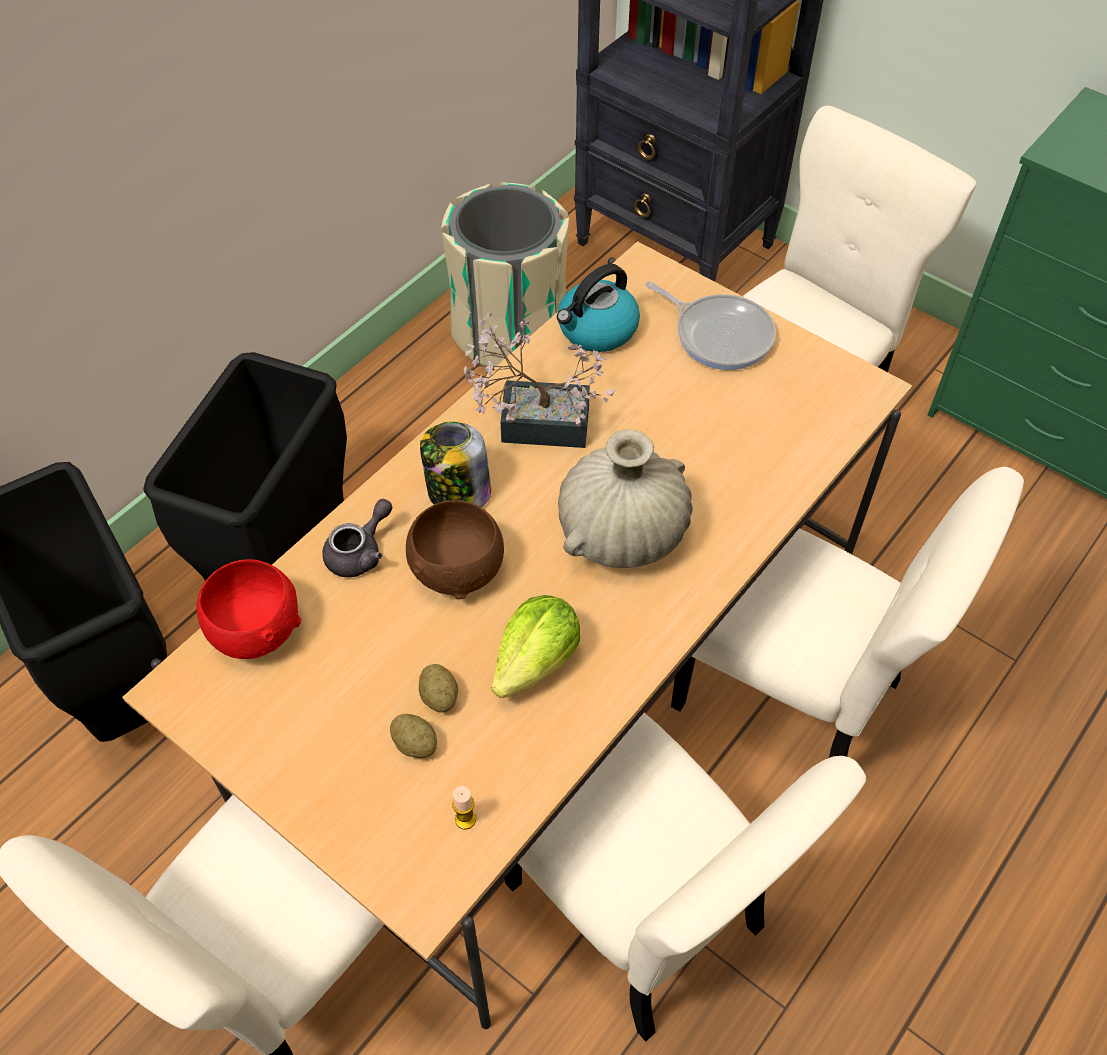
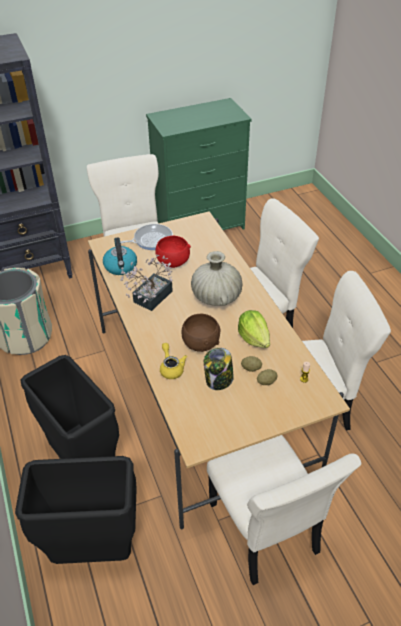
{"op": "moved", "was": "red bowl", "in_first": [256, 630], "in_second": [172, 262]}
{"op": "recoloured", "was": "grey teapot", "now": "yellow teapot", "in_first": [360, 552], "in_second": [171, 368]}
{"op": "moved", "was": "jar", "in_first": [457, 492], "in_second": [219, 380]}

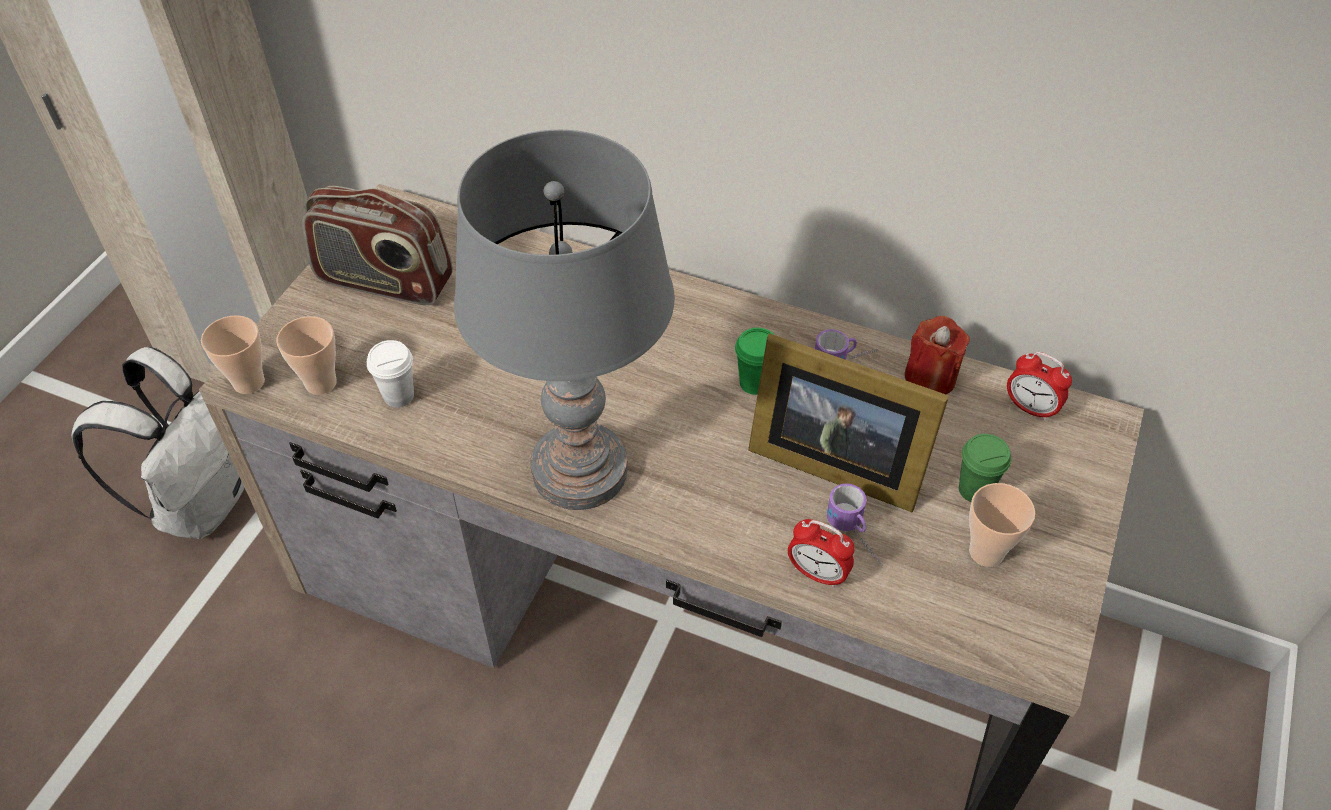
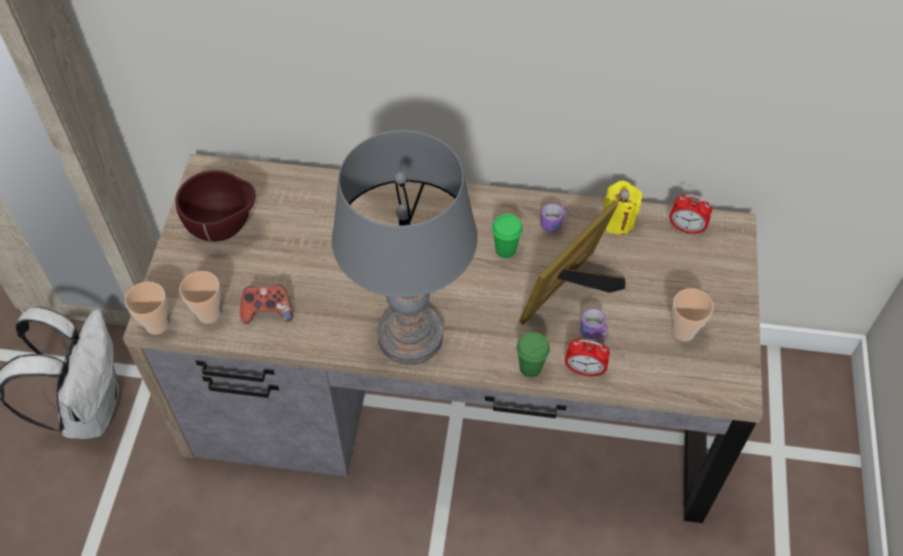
{"op": "replaced", "was": "radio", "now": "brown bowl", "in_first": [384, 281], "in_second": [224, 229]}
{"op": "replaced", "was": "white cup", "now": "game controller", "in_first": [399, 396], "in_second": [268, 311]}
{"op": "turned", "was": "picture frame", "in_first": [832, 460], "in_second": [571, 292], "clockwise": 120}
{"op": "recoloured", "was": "red candle", "now": "yellow candle", "in_first": [930, 378], "in_second": [617, 221]}
{"op": "moved", "was": "green cup", "in_first": [974, 490], "in_second": [530, 367]}

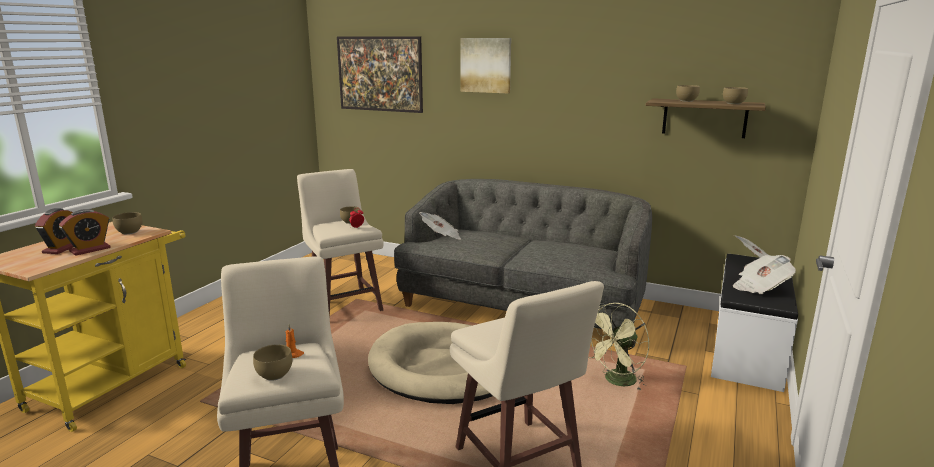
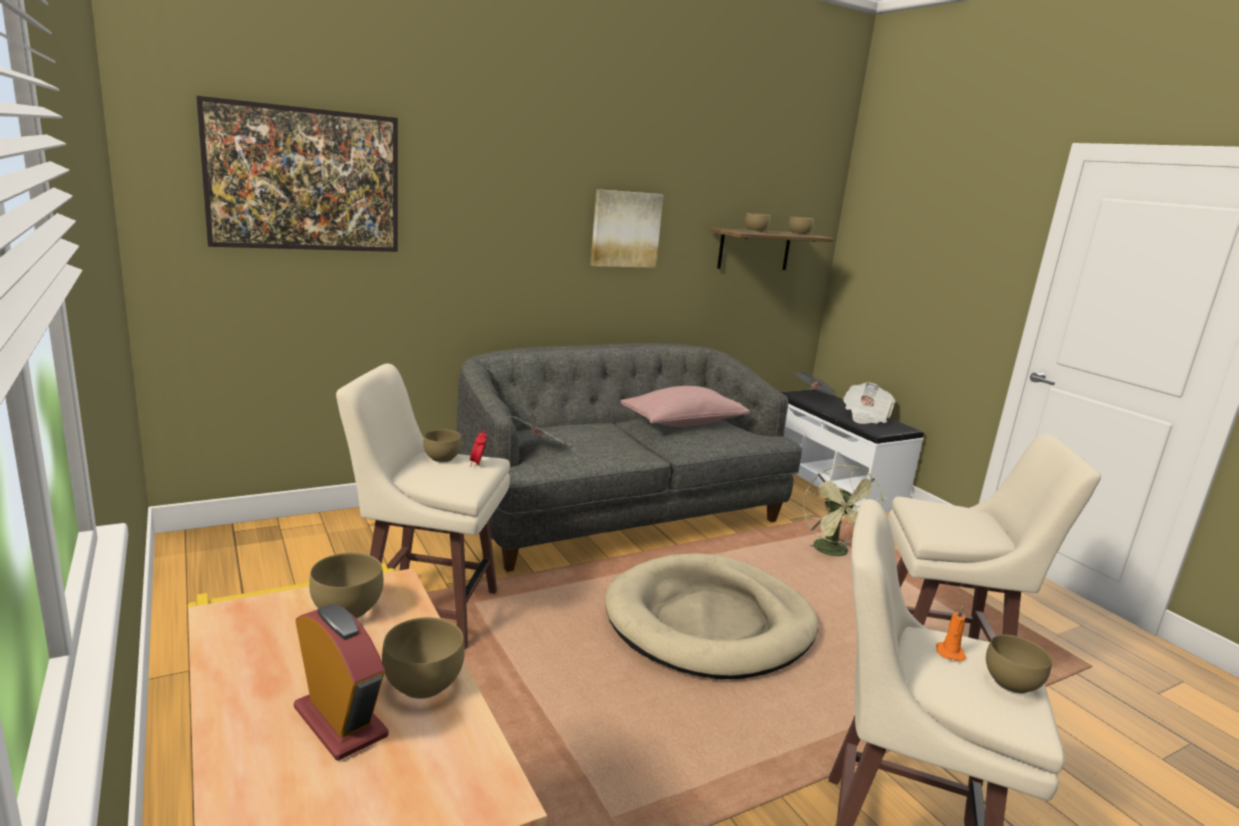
{"op": "replaced", "was": "alarm clock", "now": "brown bowl", "in_first": [90, 250], "in_second": [421, 683]}
{"op": "moved", "was": "picture", "in_first": [486, 65], "in_second": [625, 229]}
{"op": "added", "now": "pink pillow", "in_second": [683, 423]}

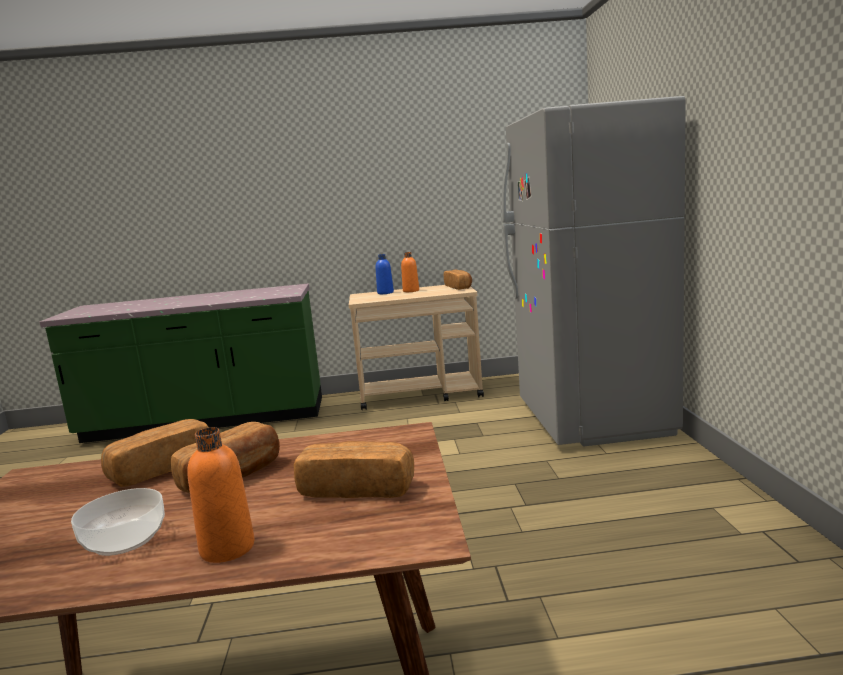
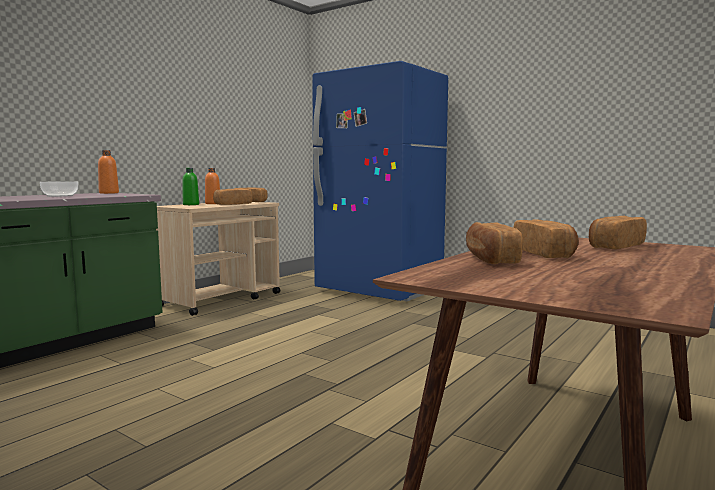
{"op": "moved", "was": "bowl", "in_first": [125, 539], "in_second": [60, 196]}
{"op": "moved", "was": "orange bottle", "in_first": [227, 548], "in_second": [109, 193]}
{"op": "recoloured", "was": "blue bottle", "now": "green bottle", "in_first": [385, 293], "in_second": [191, 204]}
{"op": "recoloured", "was": "grey fridge", "now": "blue fridge", "in_first": [593, 419], "in_second": [379, 291]}
{"op": "added", "now": "bread", "in_second": [232, 204]}

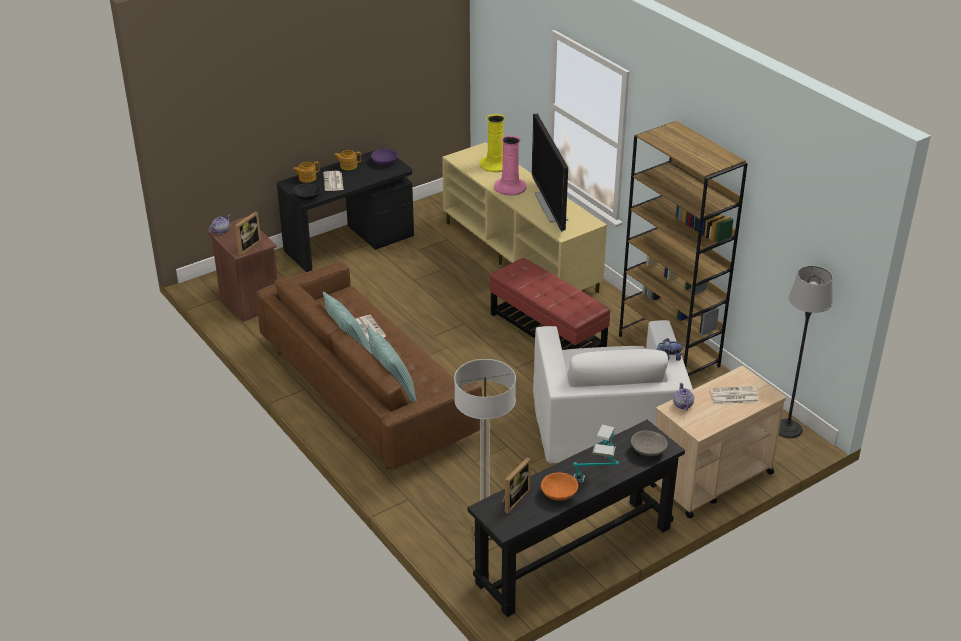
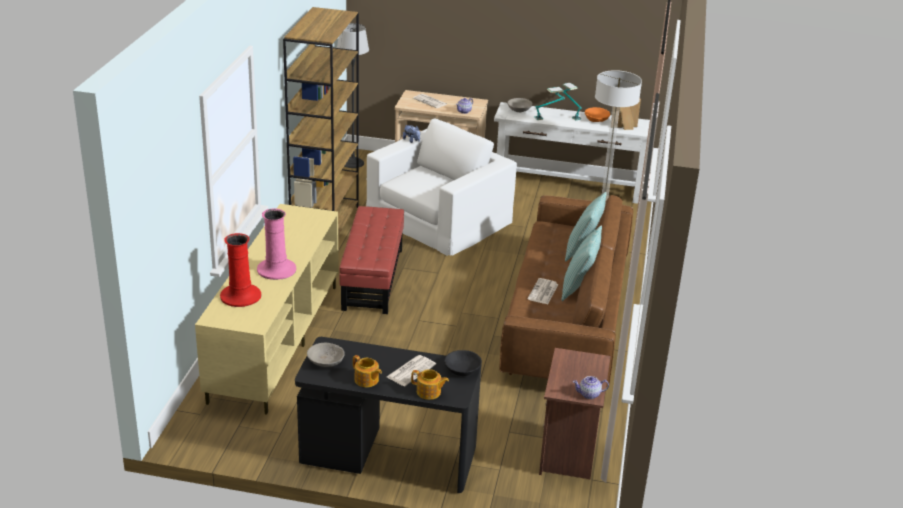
{"op": "removed", "was": "picture frame", "in_first": [247, 246]}
{"op": "recoloured", "was": "purple bowl", "now": "grey bowl", "in_first": [384, 162], "in_second": [325, 362]}
{"op": "recoloured", "was": "black console table", "now": "white console table", "in_first": [574, 555], "in_second": [568, 186]}
{"op": "recoloured", "was": "yellow vase", "now": "red vase", "in_first": [495, 165], "in_second": [241, 296]}
{"op": "removed", "was": "television", "in_first": [550, 207]}

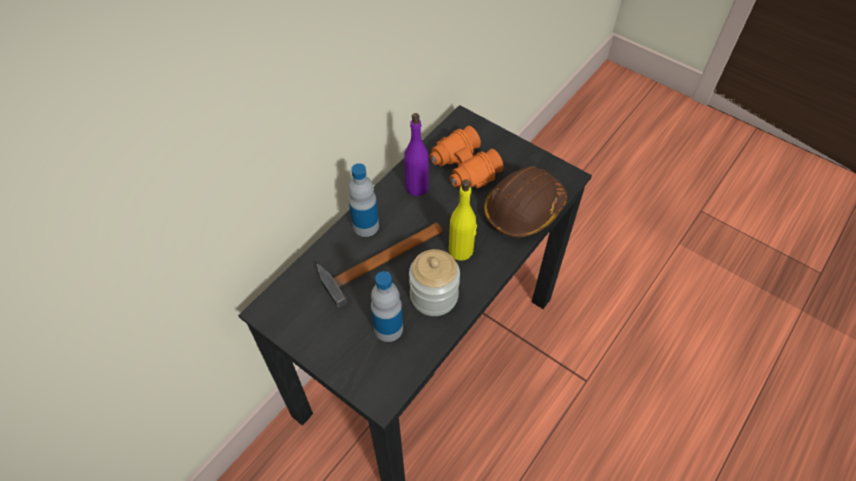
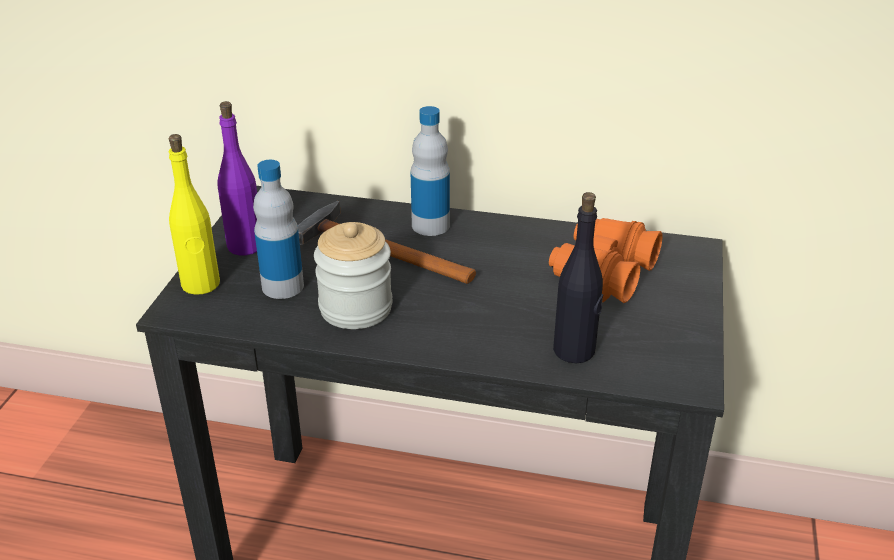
{"op": "moved", "was": "purple bottle", "in_first": [416, 187], "in_second": [245, 245]}
{"op": "moved", "was": "yellow bottle", "in_first": [461, 250], "in_second": [200, 284]}
{"op": "replaced", "was": "brown hard hat", "now": "black bottle", "in_first": [523, 210], "in_second": [574, 350]}

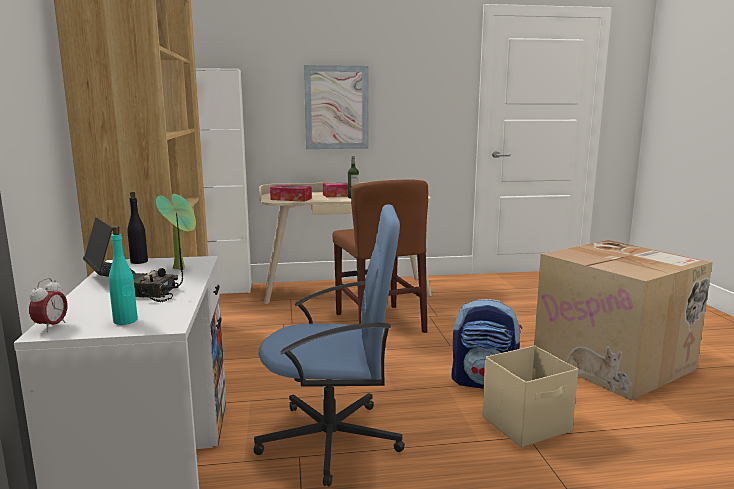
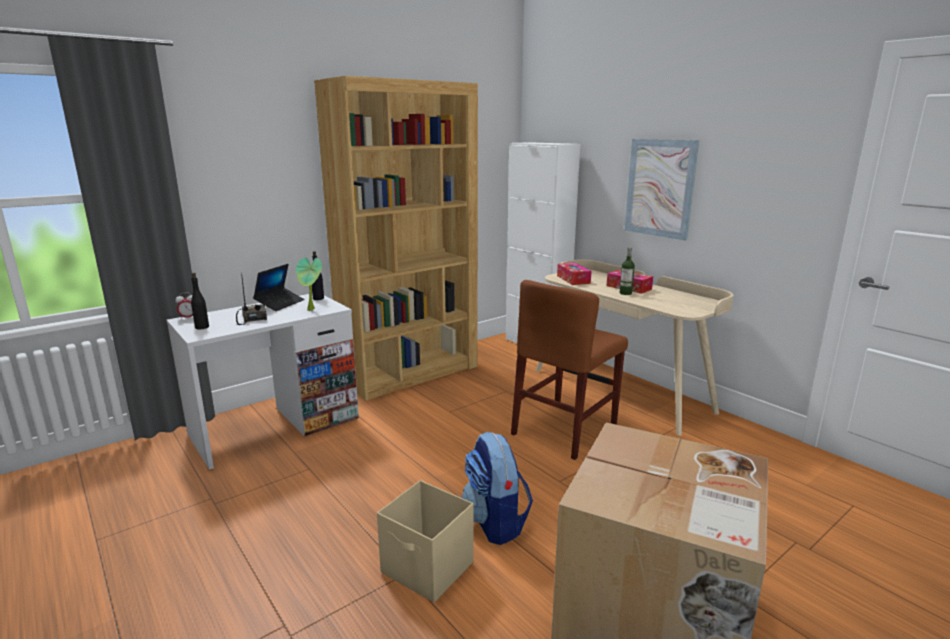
{"op": "recoloured", "was": "turquoise bottle", "now": "black bottle", "in_first": [125, 321], "in_second": [202, 327]}
{"op": "removed", "was": "blue office chair", "in_first": [332, 440]}

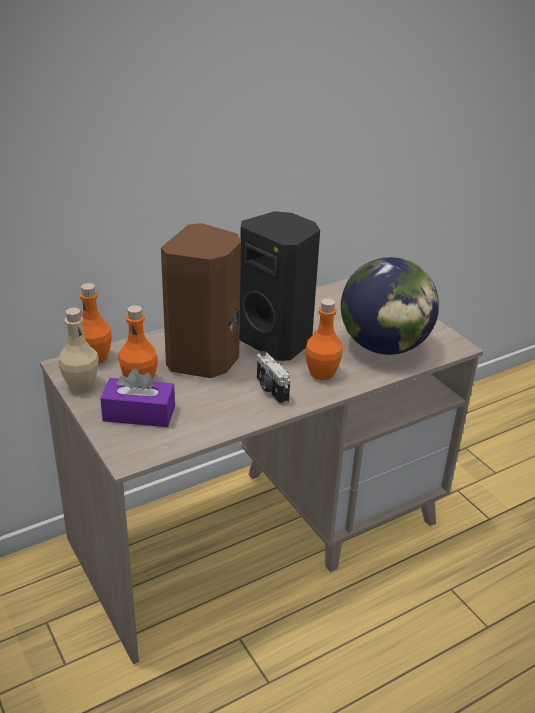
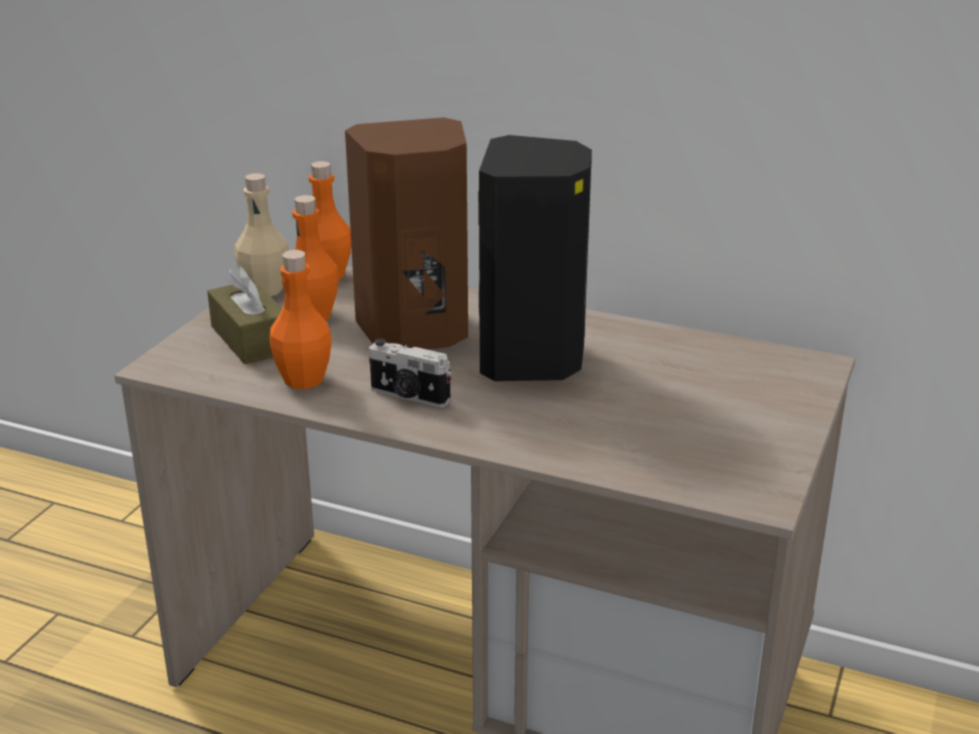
{"op": "recoloured", "was": "purple tissue box", "now": "brown tissue box", "in_first": [139, 413], "in_second": [251, 339]}
{"op": "turned", "was": "photo camera", "in_first": [270, 390], "in_second": [409, 396], "clockwise": -90}
{"op": "moved", "was": "orange bottle", "in_first": [322, 373], "in_second": [303, 380]}
{"op": "removed", "was": "globe", "in_first": [383, 346]}

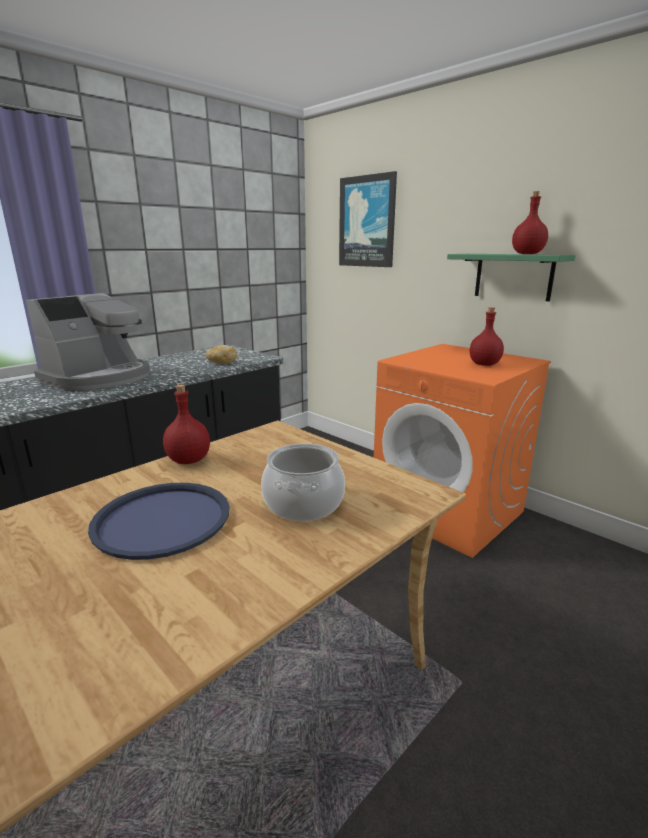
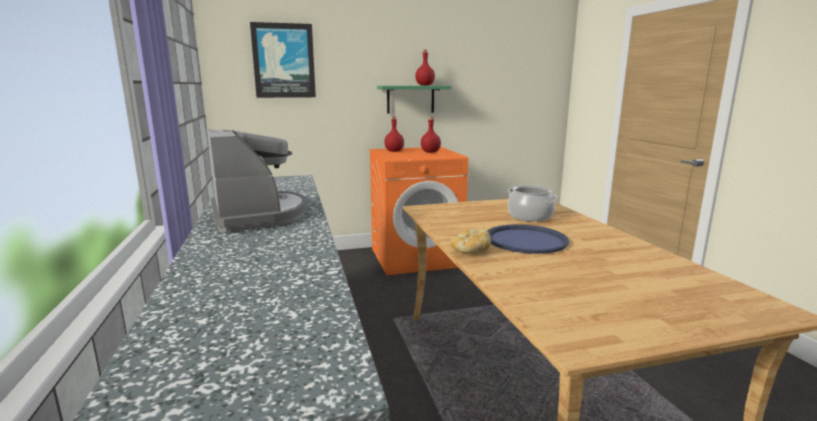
{"op": "moved", "was": "red bottle", "in_first": [189, 460], "in_second": [394, 151]}
{"op": "moved", "was": "bread", "in_first": [221, 362], "in_second": [471, 252]}

